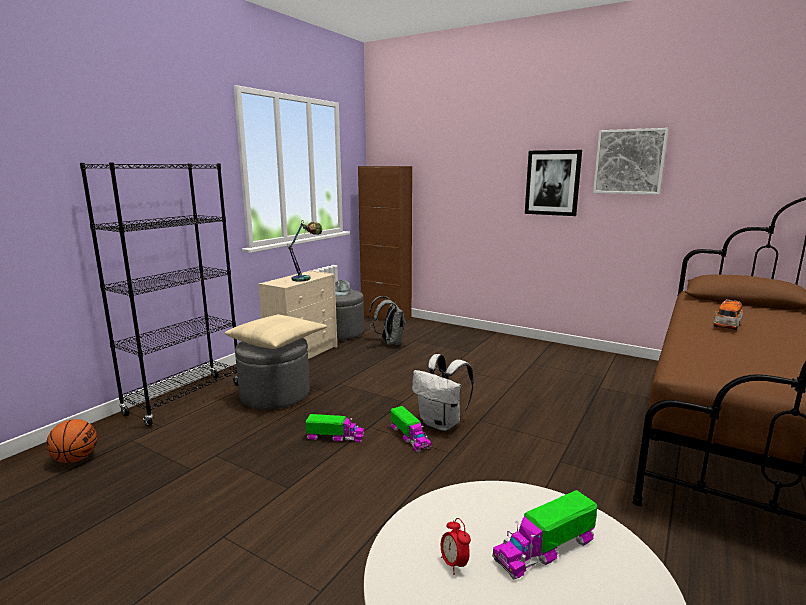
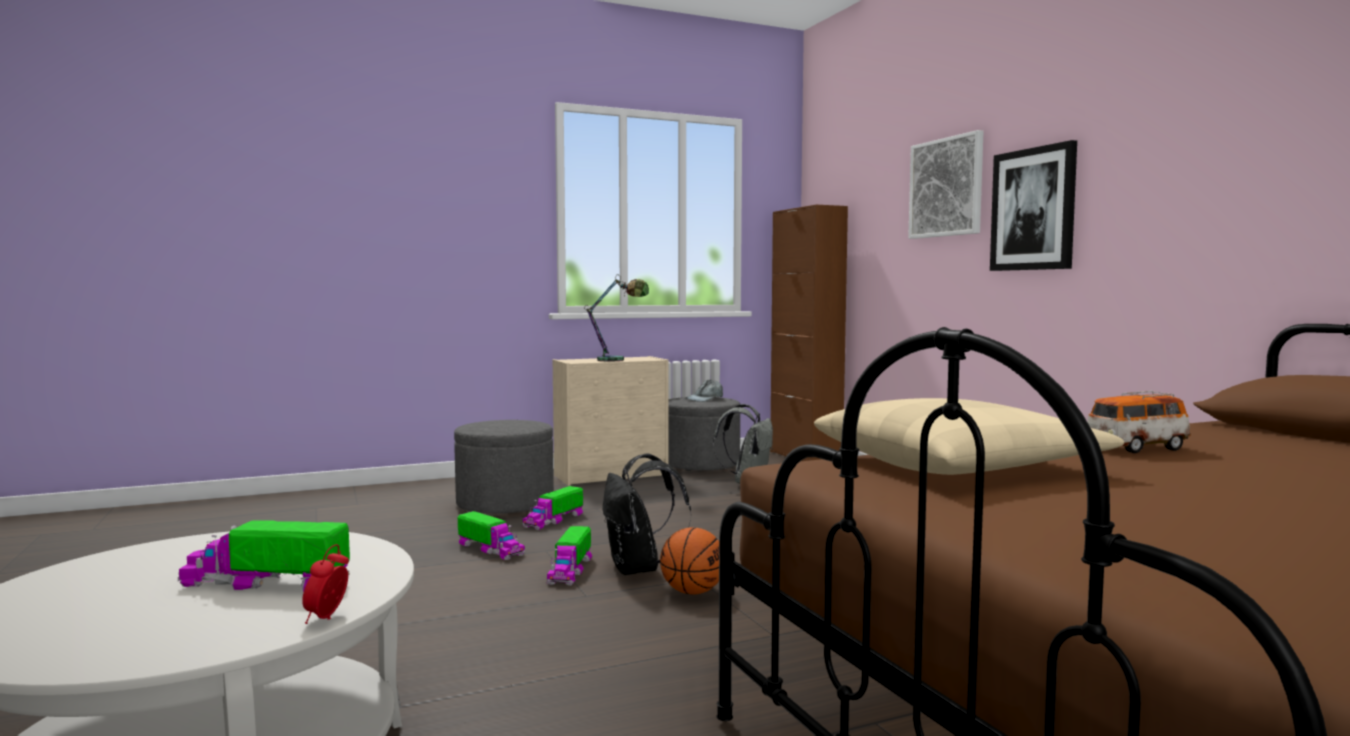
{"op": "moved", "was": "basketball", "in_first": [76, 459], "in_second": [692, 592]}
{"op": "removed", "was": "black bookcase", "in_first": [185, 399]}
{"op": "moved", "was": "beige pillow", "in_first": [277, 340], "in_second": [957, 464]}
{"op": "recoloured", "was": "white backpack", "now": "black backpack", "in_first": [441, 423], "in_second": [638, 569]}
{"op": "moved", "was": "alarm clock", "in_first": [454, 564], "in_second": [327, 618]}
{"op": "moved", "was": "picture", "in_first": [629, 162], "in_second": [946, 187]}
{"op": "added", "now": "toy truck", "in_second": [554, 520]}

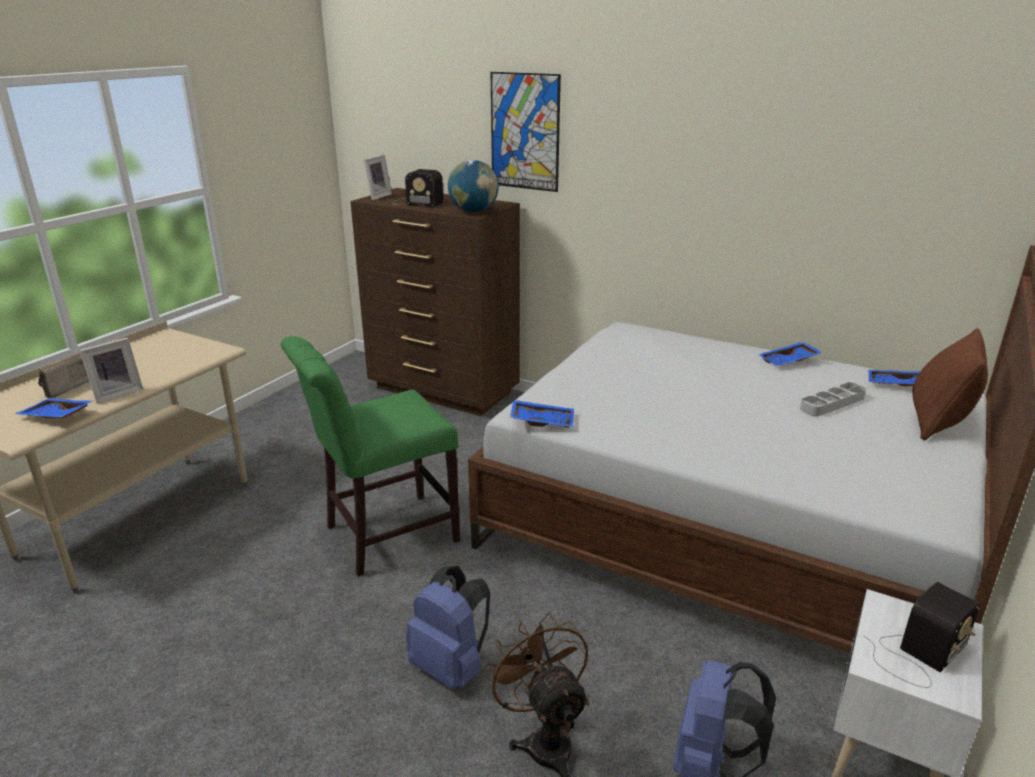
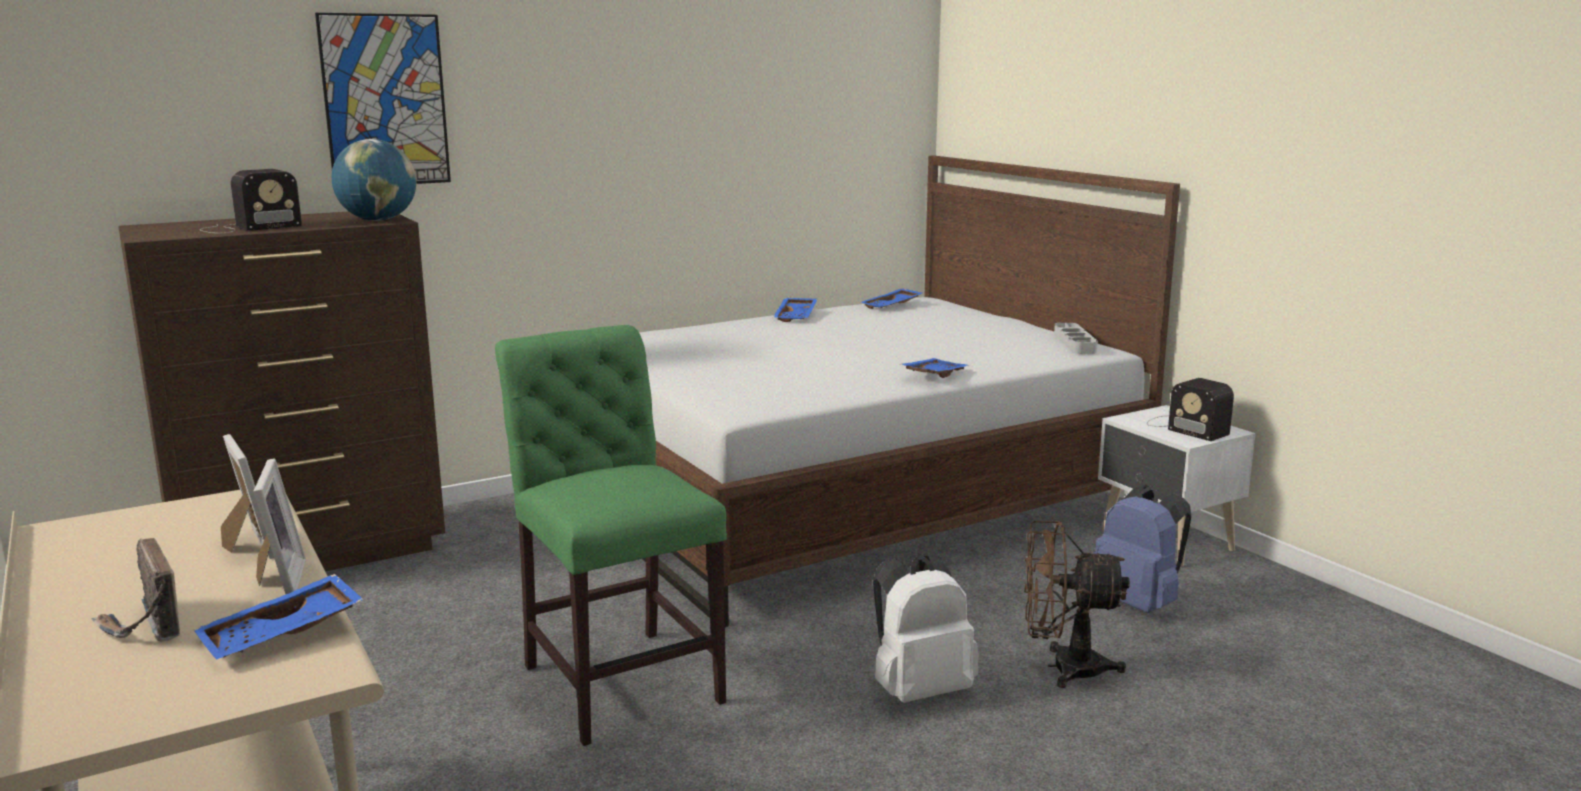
{"op": "turned", "was": "green chair", "in_first": [384, 535], "in_second": [618, 677], "clockwise": 150}
{"op": "moved", "was": "picture frame", "in_first": [377, 196], "in_second": [246, 547]}
{"op": "recoloured", "was": "blue backpack", "now": "white backpack", "in_first": [451, 666], "in_second": [919, 690]}
{"op": "moved", "was": "blue tray", "in_first": [542, 421], "in_second": [933, 375]}
{"op": "moved", "was": "grey tray", "in_first": [832, 403], "in_second": [1074, 343]}
{"op": "turned", "was": "radio", "in_first": [917, 654], "in_second": [1184, 427], "clockwise": 150}
{"op": "removed", "was": "brown pillow", "in_first": [938, 422]}

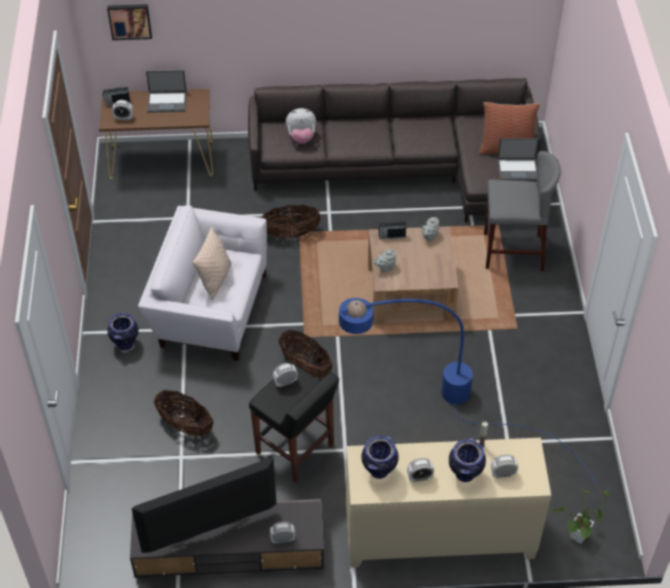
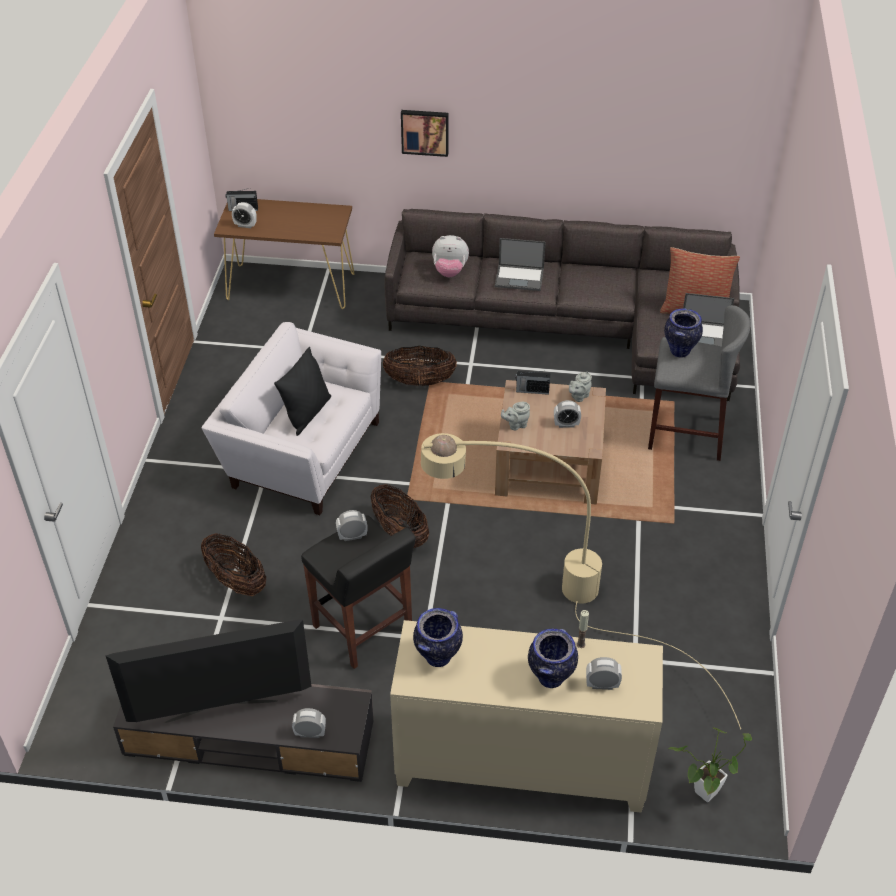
{"op": "moved", "was": "picture", "in_first": [130, 20], "in_second": [425, 131]}
{"op": "moved", "was": "vase", "in_first": [125, 344], "in_second": [679, 351]}
{"op": "moved", "was": "laptop", "in_first": [167, 101], "in_second": [520, 277]}
{"op": "recoloured", "was": "beige pillow", "now": "black pillow", "in_first": [215, 279], "in_second": [307, 413]}
{"op": "recoloured", "was": "blue floor lamp", "now": "beige floor lamp", "in_first": [430, 415], "in_second": [541, 612]}
{"op": "moved", "was": "alarm clock", "in_first": [419, 477], "in_second": [566, 424]}

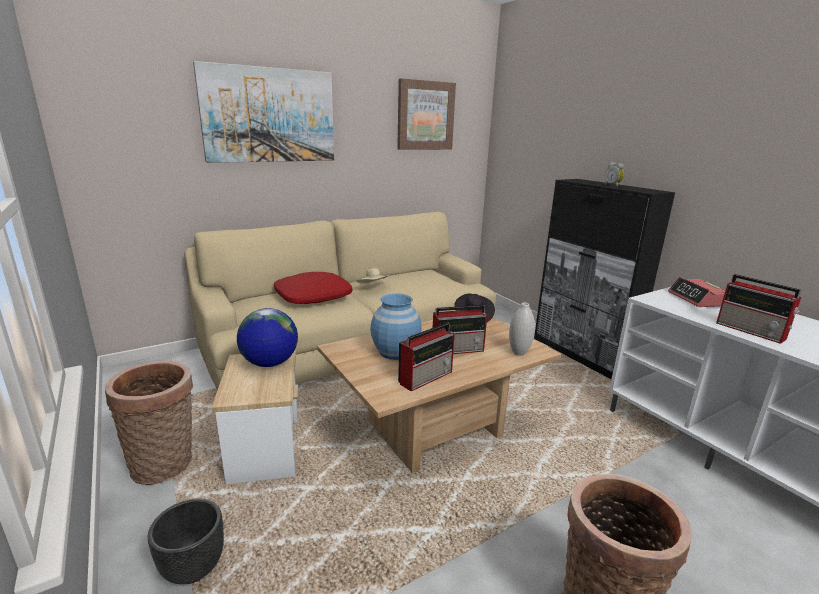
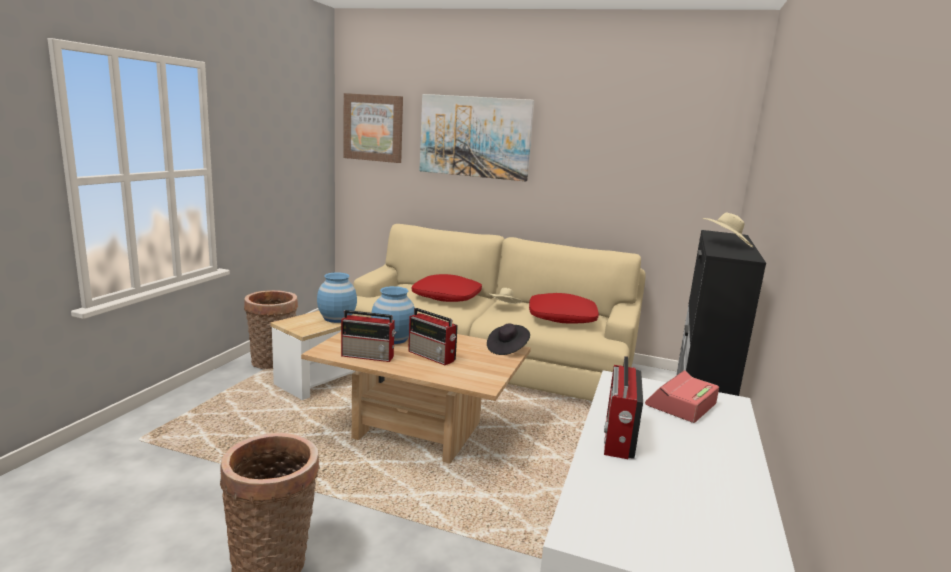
{"op": "removed", "was": "black planter", "in_first": [194, 568]}
{"op": "replaced", "was": "globe", "now": "blue vase", "in_first": [269, 363], "in_second": [337, 318]}
{"op": "moved", "was": "picture", "in_first": [425, 116], "in_second": [373, 128]}
{"op": "removed", "was": "white vase", "in_first": [519, 352]}
{"op": "replaced", "was": "alarm clock", "now": "beige hat", "in_first": [613, 185], "in_second": [726, 244]}
{"op": "added", "now": "red pillow", "in_second": [562, 317]}

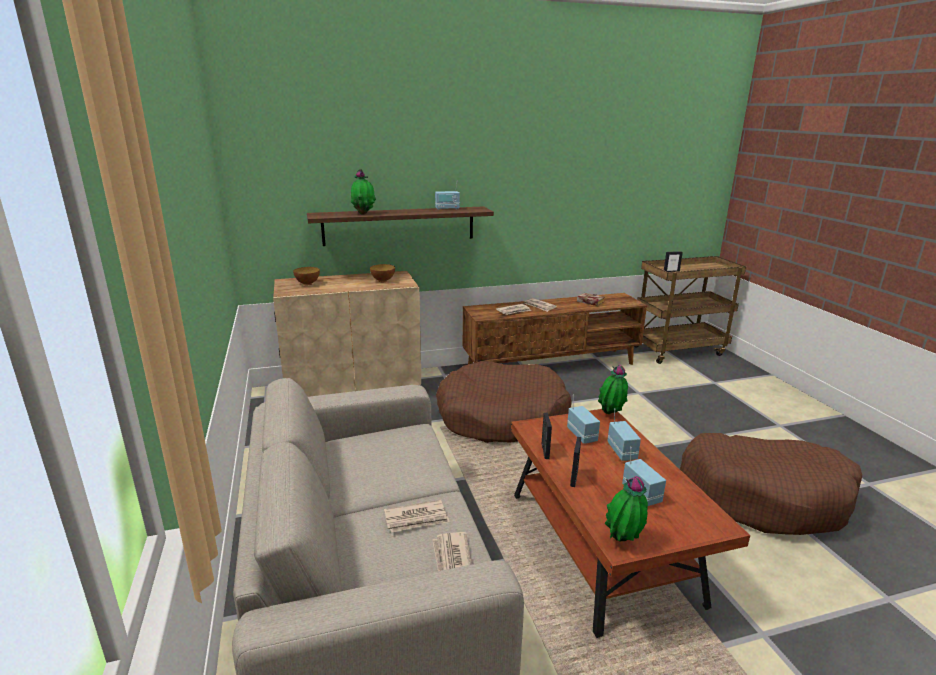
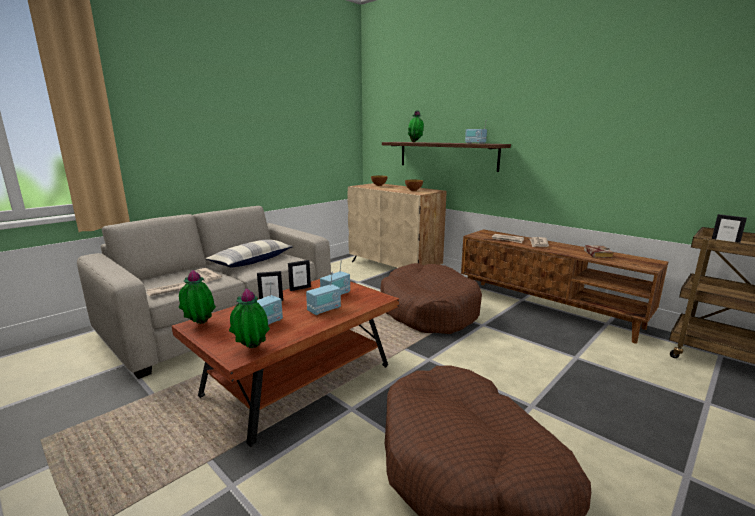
{"op": "moved", "was": "potted plant", "in_first": [611, 414], "in_second": [251, 349]}
{"op": "added", "now": "pillow", "in_second": [252, 261]}

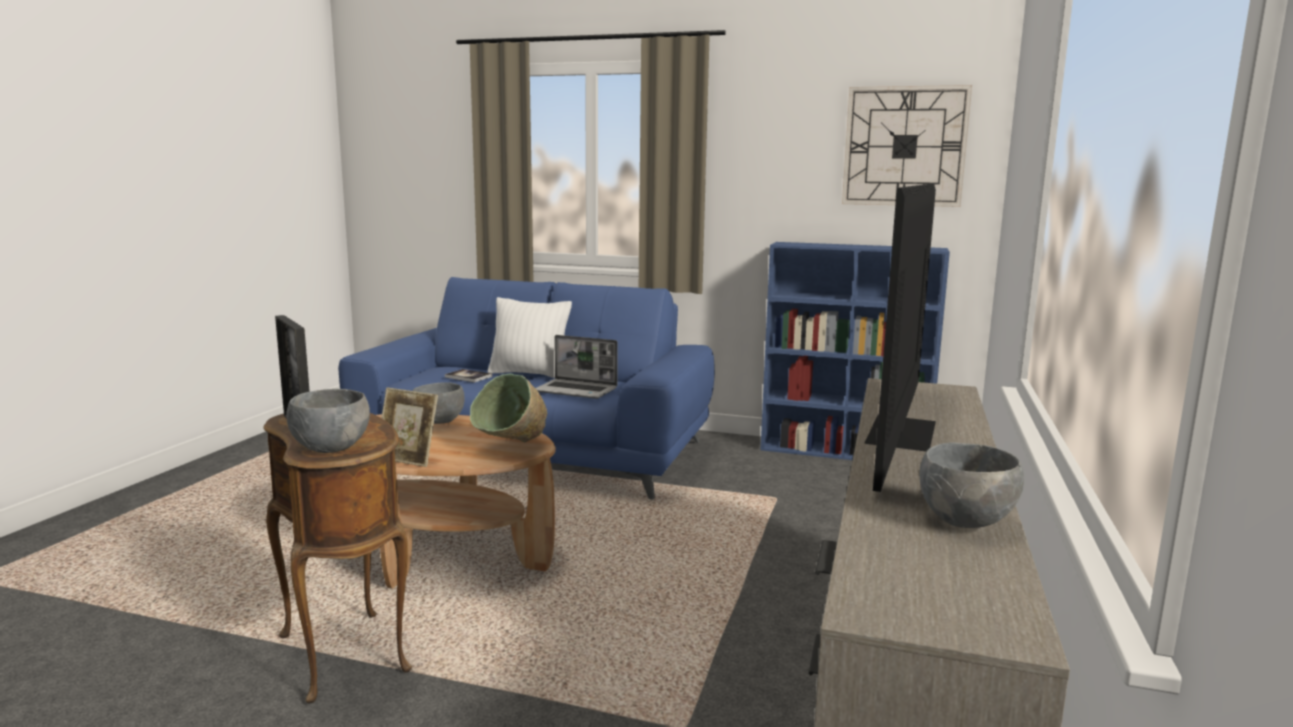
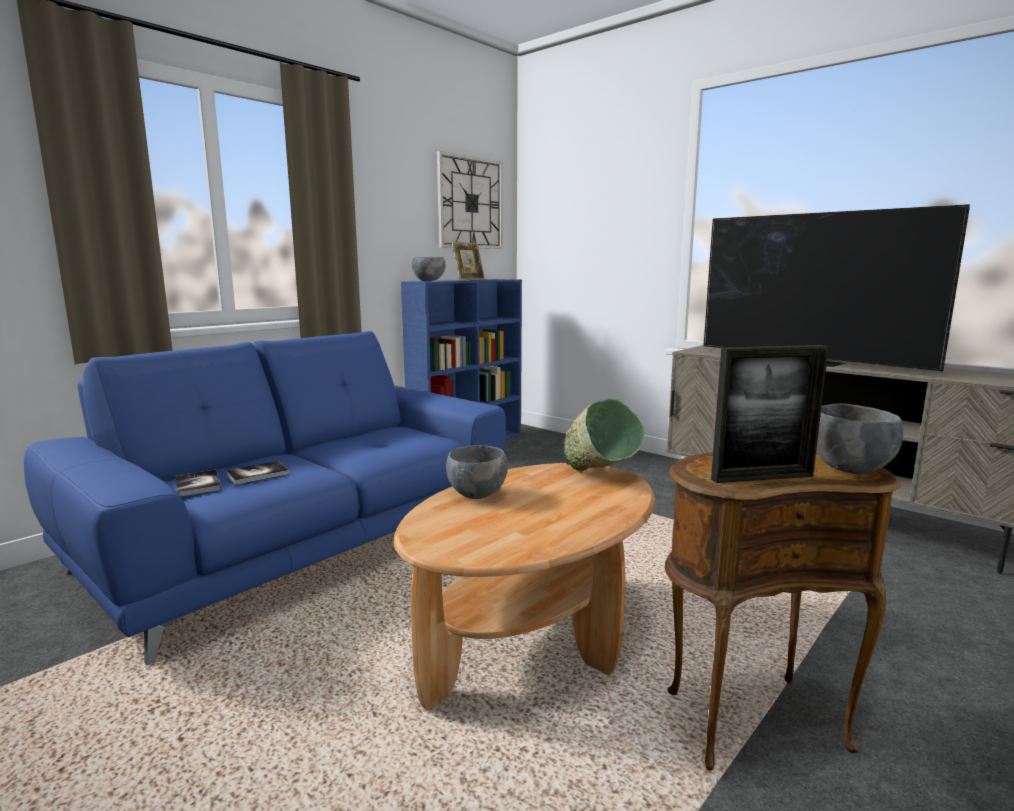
{"op": "moved", "was": "picture frame", "in_first": [408, 459], "in_second": [469, 280]}
{"op": "removed", "was": "white pillow", "in_first": [529, 374]}
{"op": "removed", "was": "laptop", "in_first": [577, 390]}
{"op": "moved", "was": "grey bowl", "in_first": [966, 521], "in_second": [429, 281]}
{"op": "added", "now": "book", "in_second": [198, 484]}

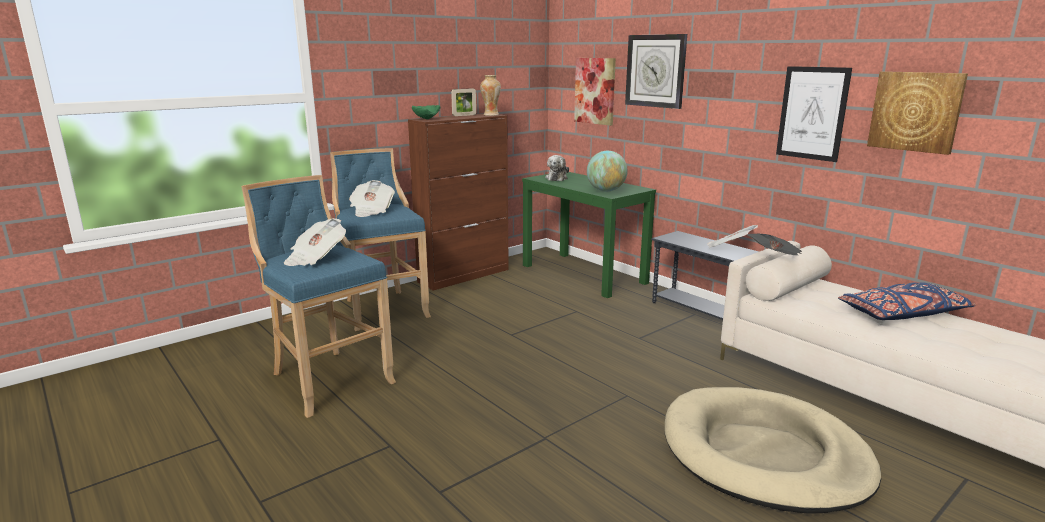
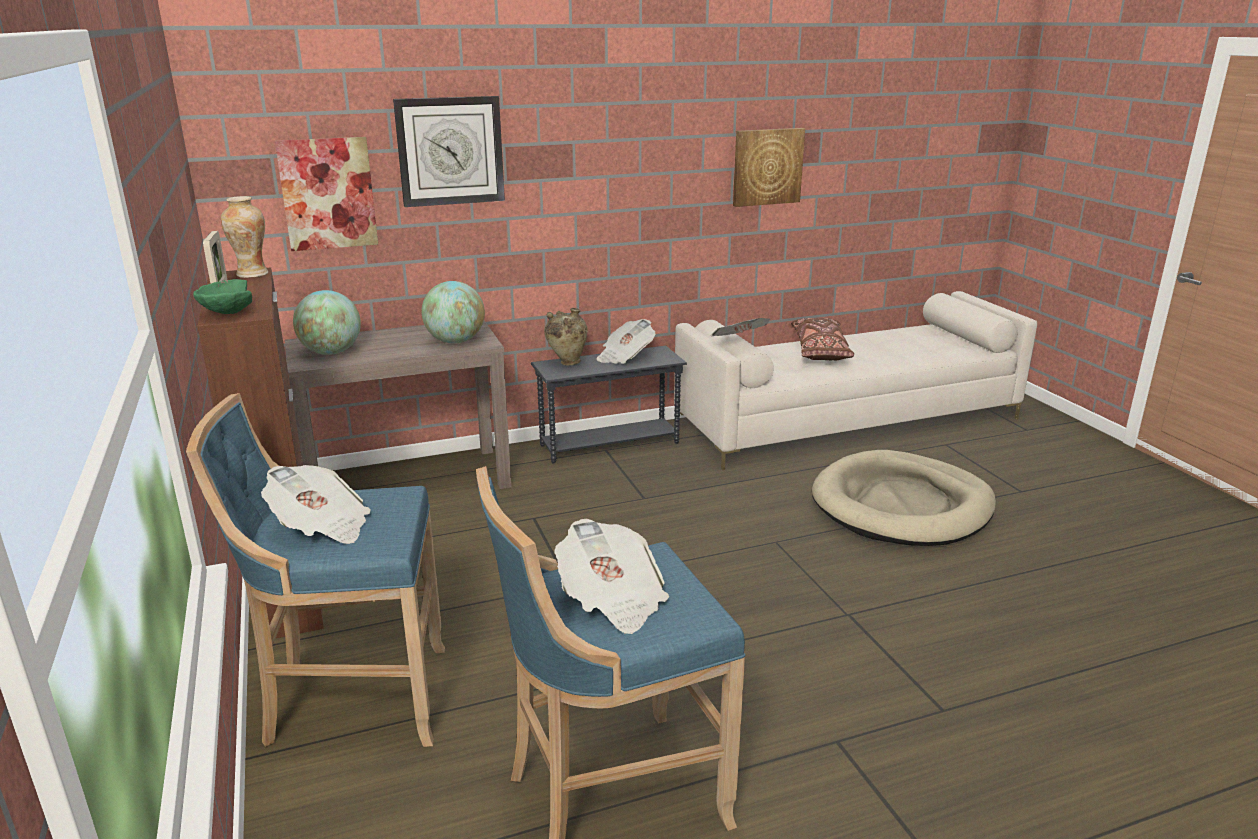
{"op": "recoloured", "was": "green console table", "now": "brown console table", "in_first": [584, 274], "in_second": [409, 481]}
{"op": "replaced", "was": "plush toy", "now": "globe", "in_first": [557, 178], "in_second": [331, 352]}
{"op": "removed", "was": "picture", "in_first": [812, 113]}
{"op": "recoloured", "was": "blue pillow", "now": "brown pillow", "in_first": [902, 314], "in_second": [820, 351]}
{"op": "added", "now": "beige vase", "in_second": [567, 362]}

